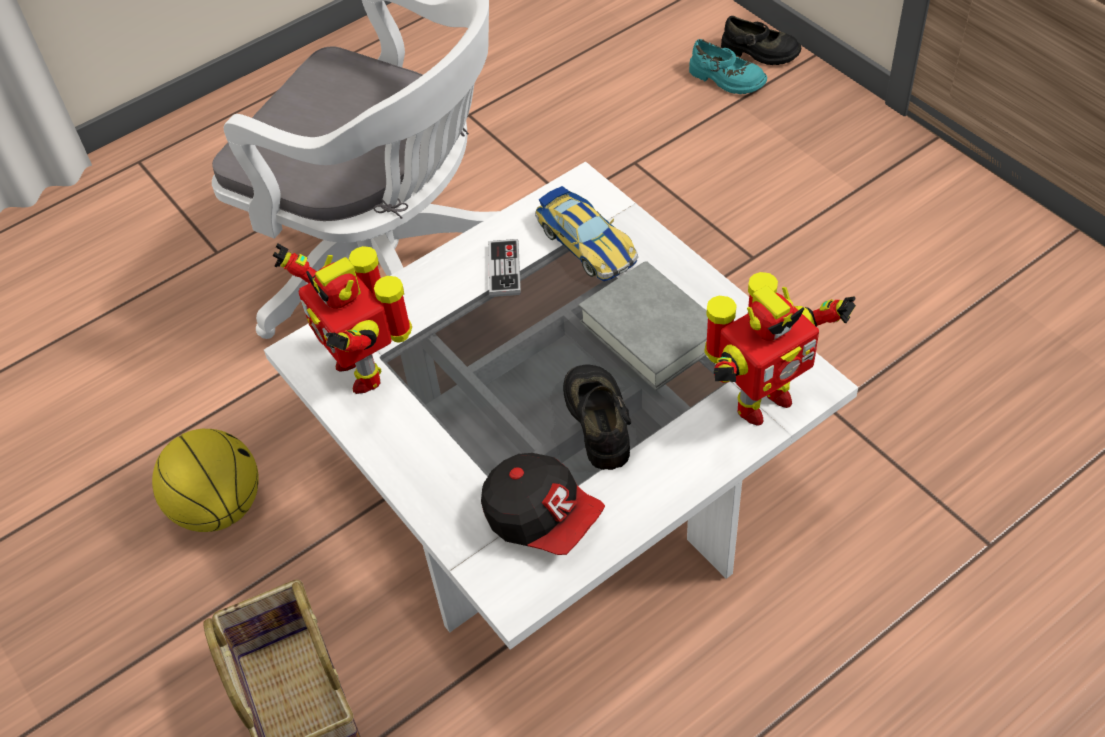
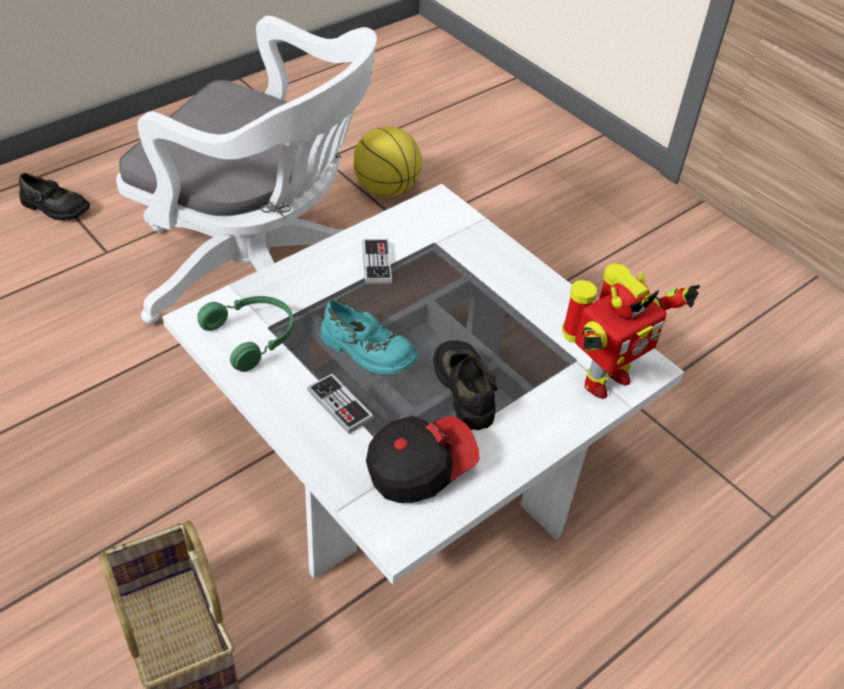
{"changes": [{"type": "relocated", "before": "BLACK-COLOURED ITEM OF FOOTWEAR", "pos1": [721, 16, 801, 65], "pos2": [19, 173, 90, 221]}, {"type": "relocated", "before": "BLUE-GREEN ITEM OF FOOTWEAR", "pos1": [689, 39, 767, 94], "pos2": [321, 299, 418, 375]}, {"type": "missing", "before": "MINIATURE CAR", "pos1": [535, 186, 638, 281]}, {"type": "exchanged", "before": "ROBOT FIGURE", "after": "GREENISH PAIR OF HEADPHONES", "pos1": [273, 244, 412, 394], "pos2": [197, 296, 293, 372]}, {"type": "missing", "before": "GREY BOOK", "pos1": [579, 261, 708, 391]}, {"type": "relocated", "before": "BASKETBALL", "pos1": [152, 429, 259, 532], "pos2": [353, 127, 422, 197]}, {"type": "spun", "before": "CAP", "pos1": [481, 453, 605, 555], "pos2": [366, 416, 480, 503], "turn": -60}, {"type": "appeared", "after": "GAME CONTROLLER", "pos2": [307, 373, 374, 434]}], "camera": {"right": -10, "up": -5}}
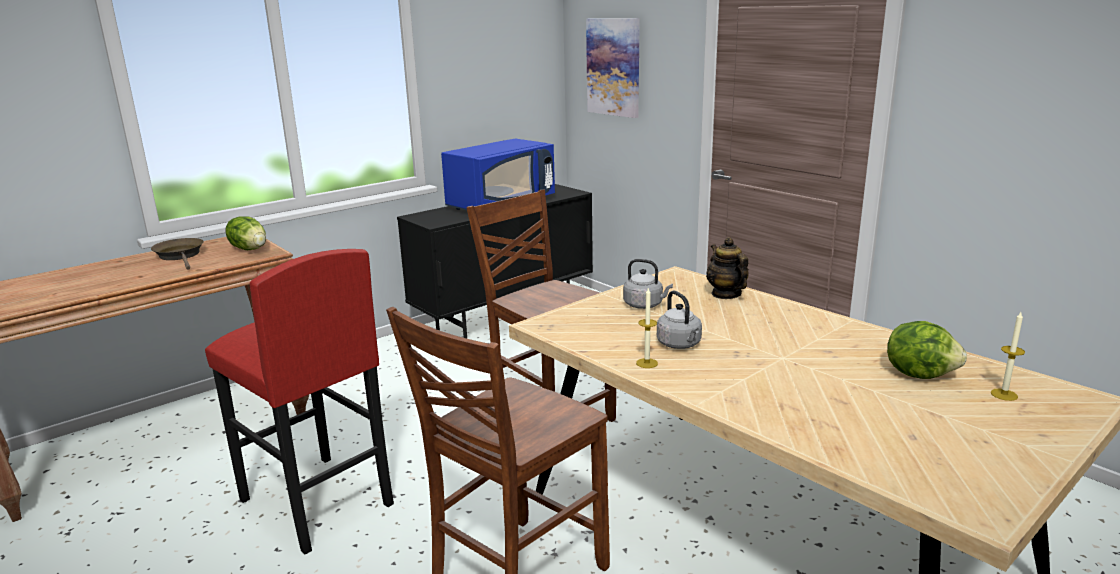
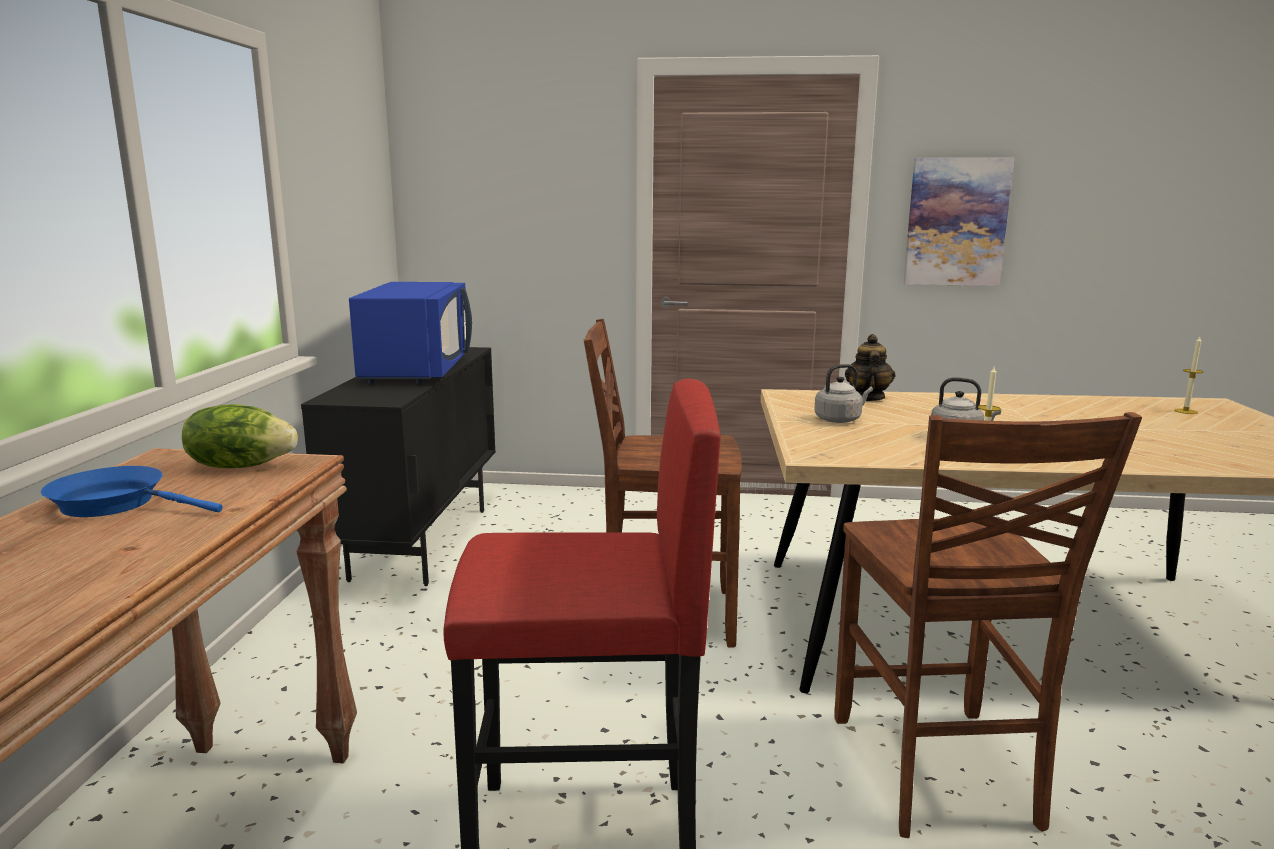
{"changes": [{"type": "relocated", "before": "WALL PICTURE", "pos1": [586, 18, 640, 118], "pos2": [903, 158, 1014, 286]}, {"type": "spun", "before": "TEAPOT", "pos1": [706, 237, 749, 299], "pos2": [845, 334, 895, 401], "turn": 75}, {"type": "colour", "before": "BROWNISH FRYING PAN", "after": "BLUE FRYING PAN", "pos1": [151, 238, 204, 270], "pos2": [41, 466, 222, 517]}, {"type": "missing", "before": "LETTUCE HEAD", "pos1": [887, 321, 967, 379]}], "camera": {"right": -45, "up": -5}}
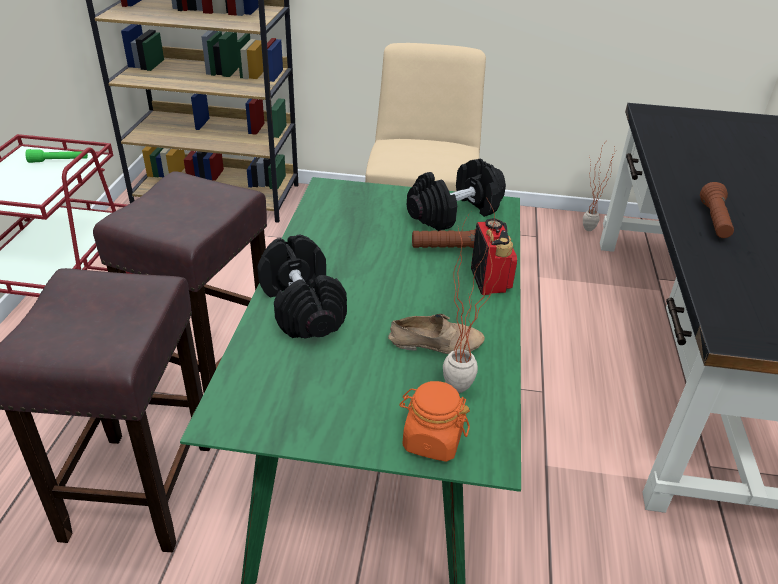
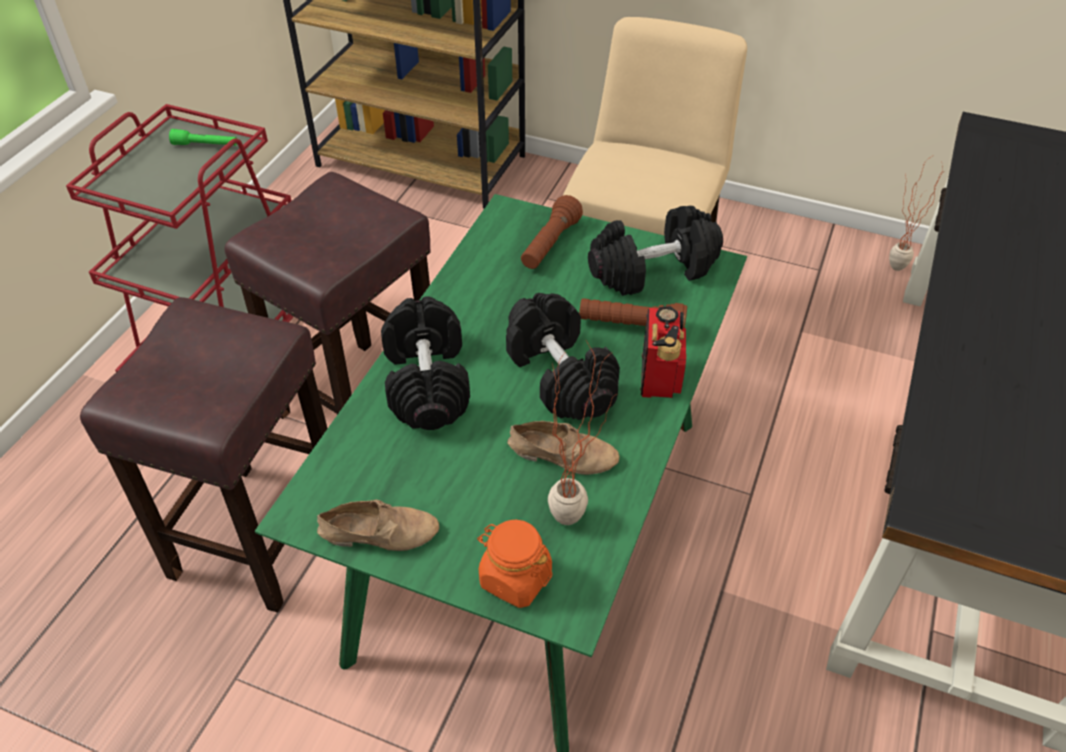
{"changes": [{"type": "relocated", "before": "BROWNISH TORCH", "pos1": [700, 182, 734, 238], "pos2": [521, 195, 583, 269]}, {"type": "appeared", "after": "BLACK-COLOURED HAND WEIGHT", "pos2": [506, 293, 620, 420]}, {"type": "appeared", "after": "BEIGE ITEM OF FOOTWEAR", "pos2": [317, 500, 439, 551]}], "camera": {"right": 15, "up": 10}}
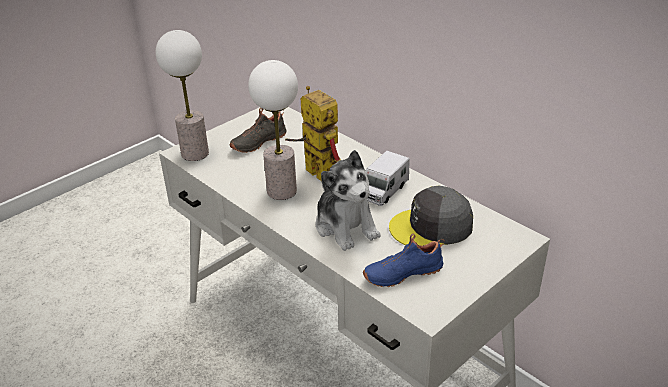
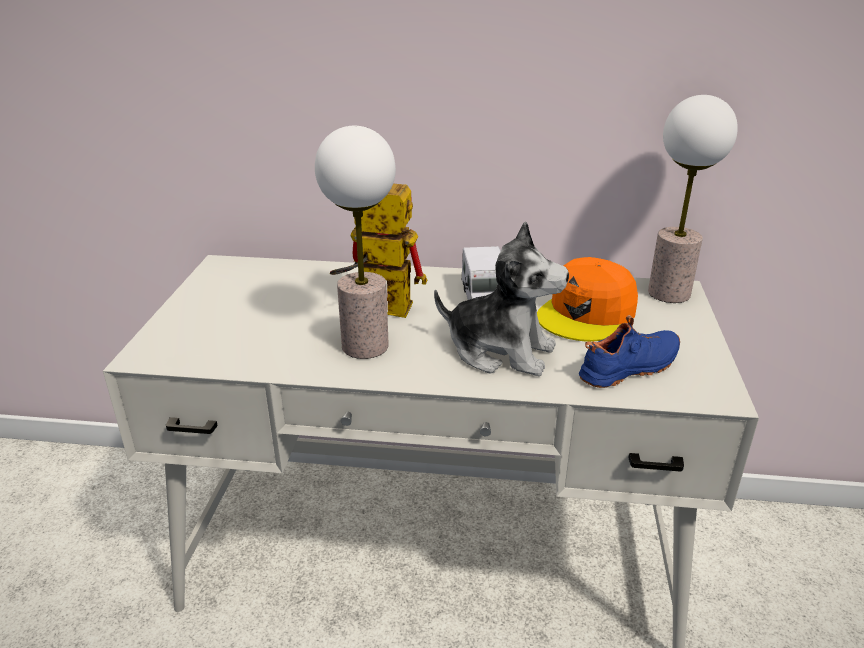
{"changes": [{"type": "relocated", "before": "TABLETOP LAMP", "pos1": [156, 30, 209, 161], "pos2": [648, 95, 738, 303]}, {"type": "missing", "before": "BLACK-COLOURED ITEM OF FOOTWEAR", "pos1": [229, 108, 286, 153]}, {"type": "colour", "before": "GREY CAP", "after": "ORANGE CAP", "pos1": [389, 186, 473, 246], "pos2": [537, 257, 638, 342]}, {"type": "spun", "before": "BLUE ITEM OF FOOTWEAR", "pos1": [363, 233, 445, 287], "pos2": [579, 315, 680, 388], "turn": -150}], "camera": {"right": -40, "up": -5}}
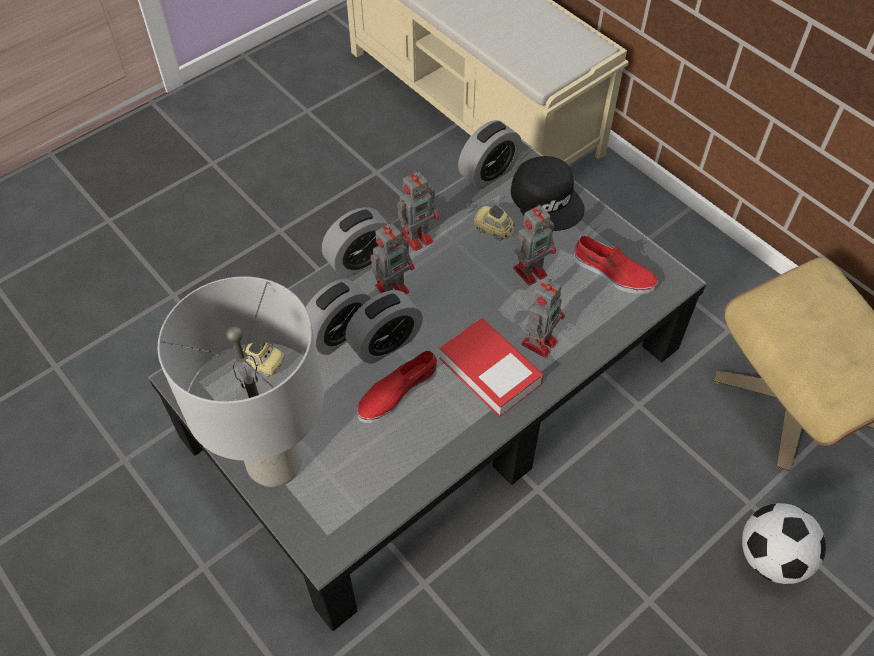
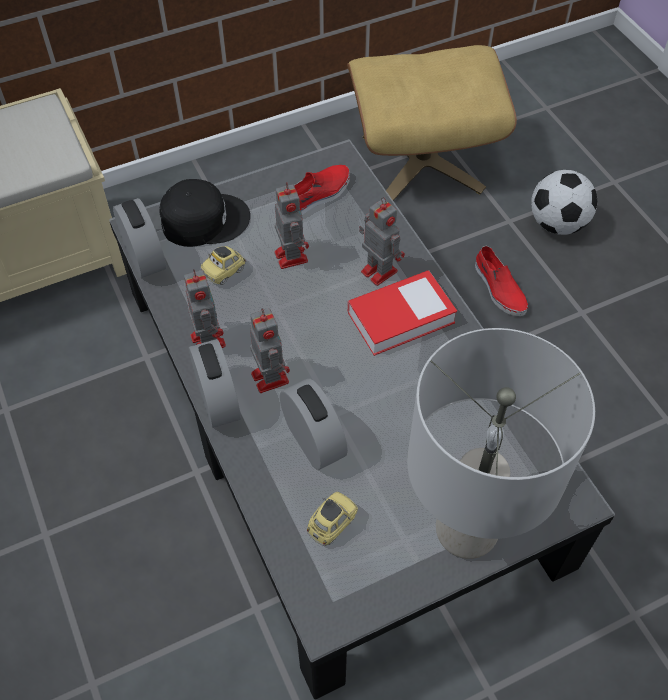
{"changes": [{"type": "missing", "before": "BEDSIDE CLOCK", "pos1": [345, 290, 423, 364]}, {"type": "relocated", "before": "REDDISH ITEM OF FOOTWEAR", "pos1": [357, 350, 437, 423], "pos2": [475, 246, 528, 316]}], "camera": {"right": -75, "up": 0}}
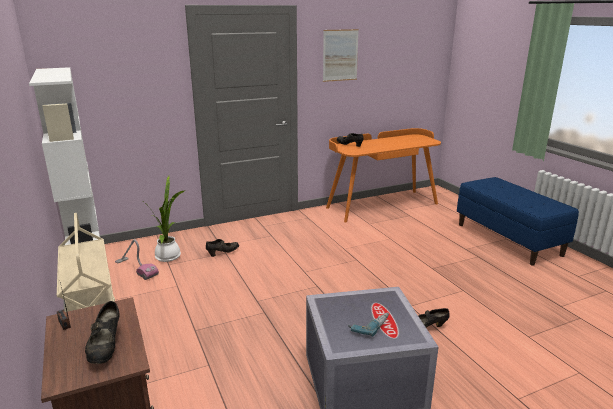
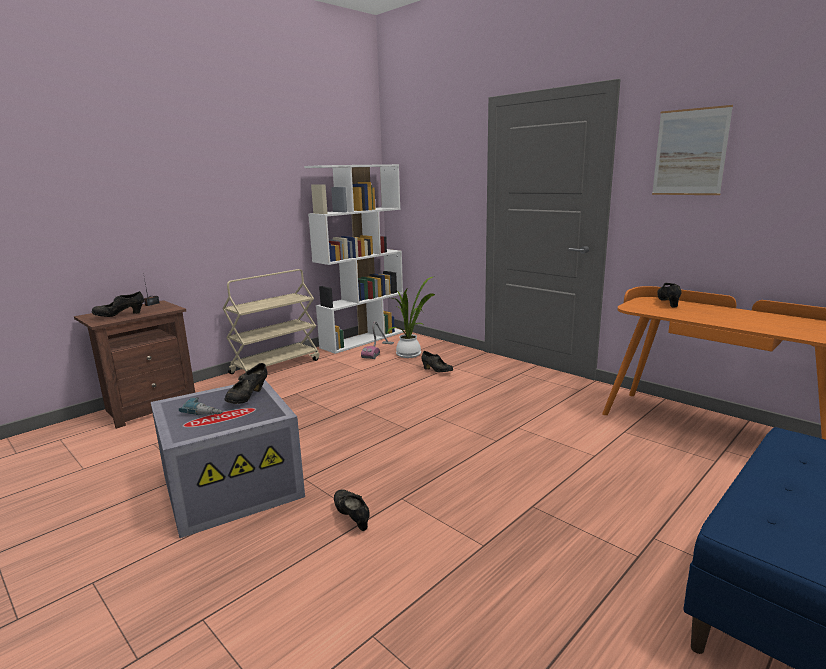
{"changes": [{"type": "appeared", "after": "BLACK-COLOURED ITEM OF FOOTWEAR", "pos2": [224, 363, 267, 404]}], "camera": {"right": 70, "up": -5}}
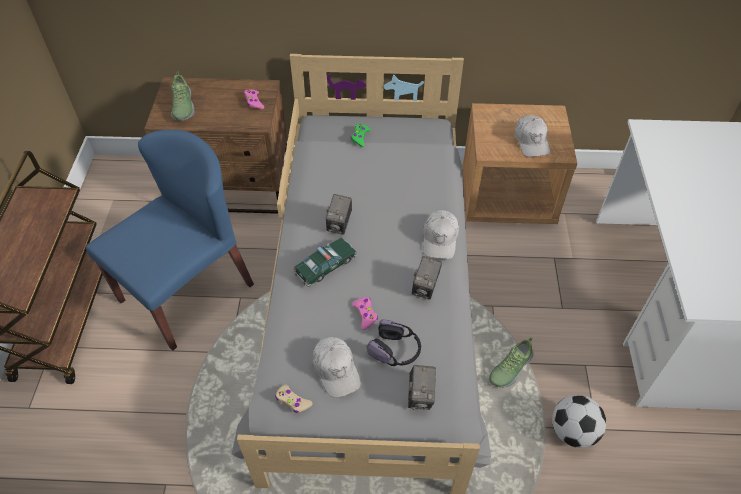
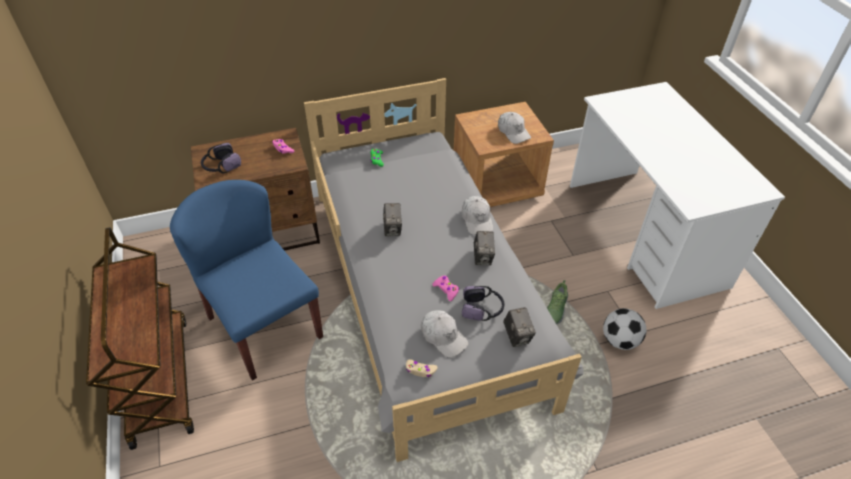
{"changes": [{"type": "exchanged", "before": "ITEM OF FOOTWEAR", "after": "PAIR OF HEADPHONES", "pos1": [171, 72, 195, 121], "pos2": [201, 143, 241, 173]}, {"type": "spun", "before": "BLUE UPRIGHT CHAIR", "pos1": [86, 129, 254, 351], "pos2": [170, 180, 323, 380], "turn": -60}, {"type": "missing", "before": "MINIATURE CAR", "pos1": [293, 237, 357, 287]}], "camera": {"right": -20, "up": -5}}
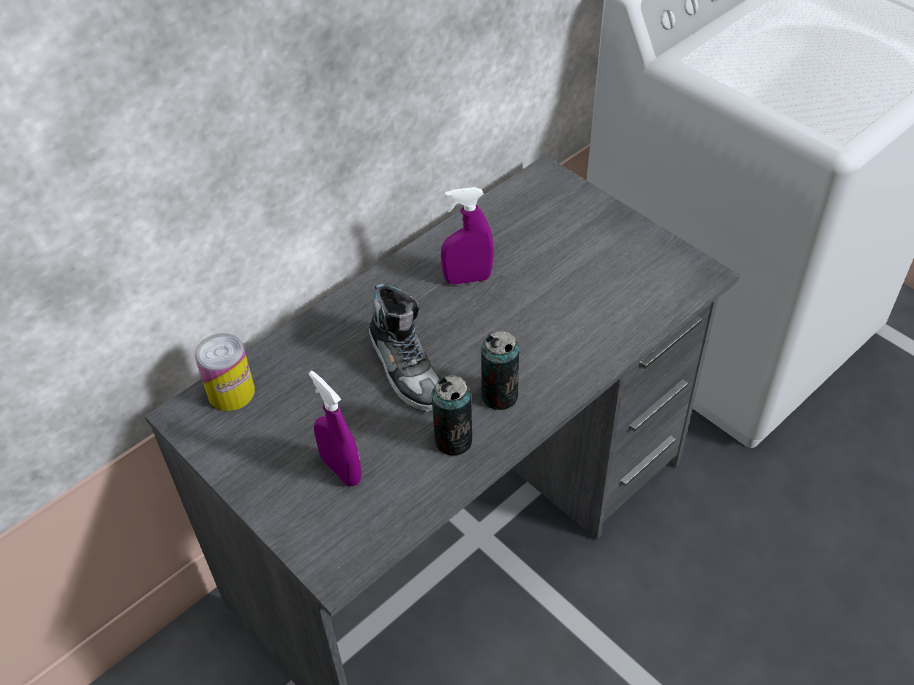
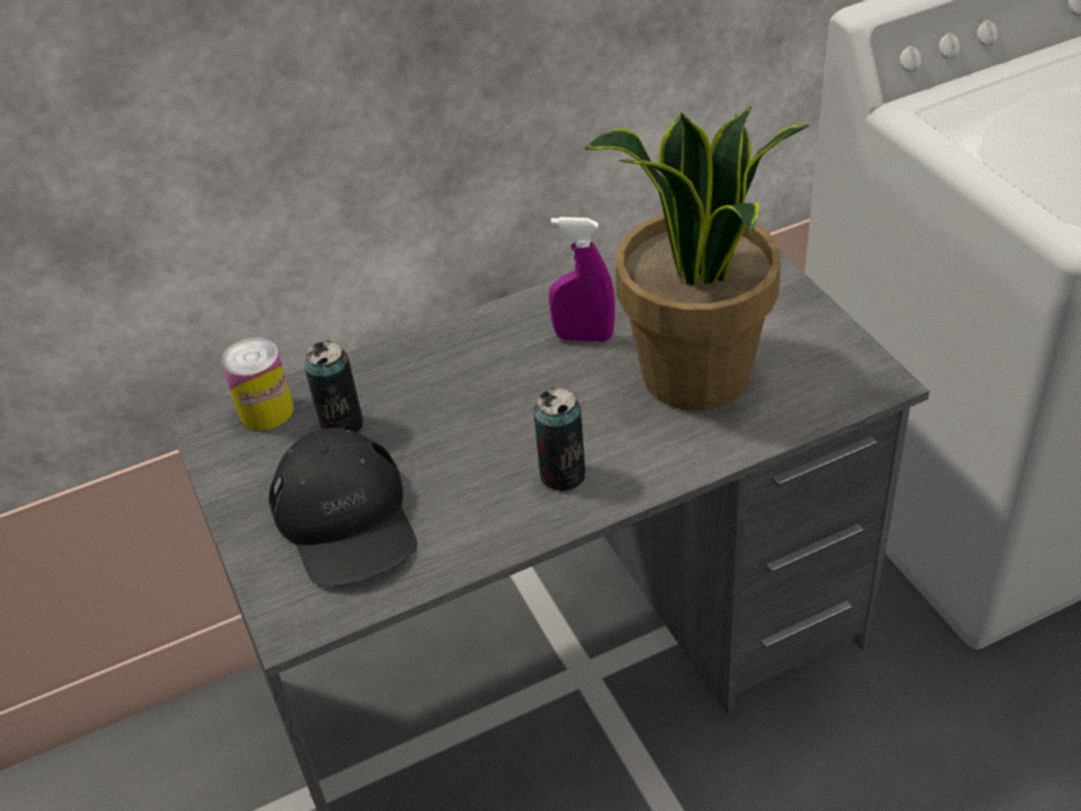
{"changes": [{"type": "missing", "before": "ITEM OF FOOTWEAR", "pos1": [369, 283, 441, 412]}, {"type": "exchanged", "before": "PURPLISH SPRAYER", "after": "BLACK-COLOURED CAP", "pos1": [309, 371, 362, 486], "pos2": [269, 428, 417, 587]}, {"type": "relocated", "before": "SEALED CAN", "pos1": [432, 375, 472, 456], "pos2": [304, 341, 363, 433]}, {"type": "appeared", "after": "POTTED PLANT", "pos2": [583, 106, 810, 411]}], "camera": {"right": 20, "up": -5}}
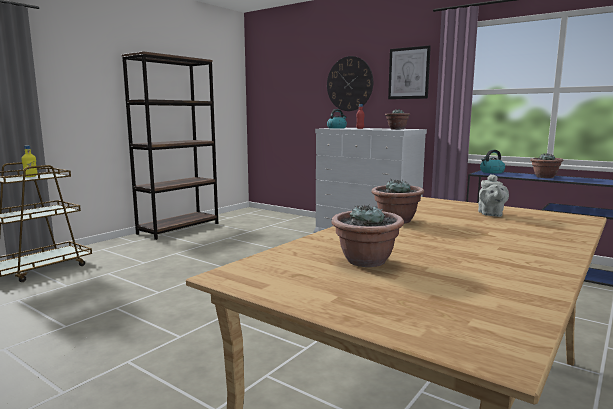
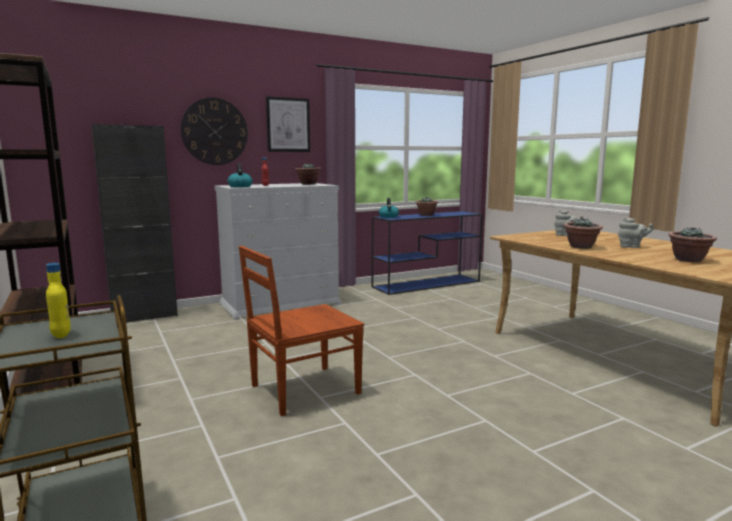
{"changes": [{"type": "appeared", "after": "BLACK-COLOURED CABINET", "pos2": [92, 124, 178, 322]}, {"type": "appeared", "after": "GREY TEAPOT", "pos2": [618, 218, 653, 248]}, {"type": "appeared", "after": "BROWNISH UPRIGHT CHAIR", "pos2": [239, 246, 364, 416]}], "camera": {"right": -65, "up": 0}}
